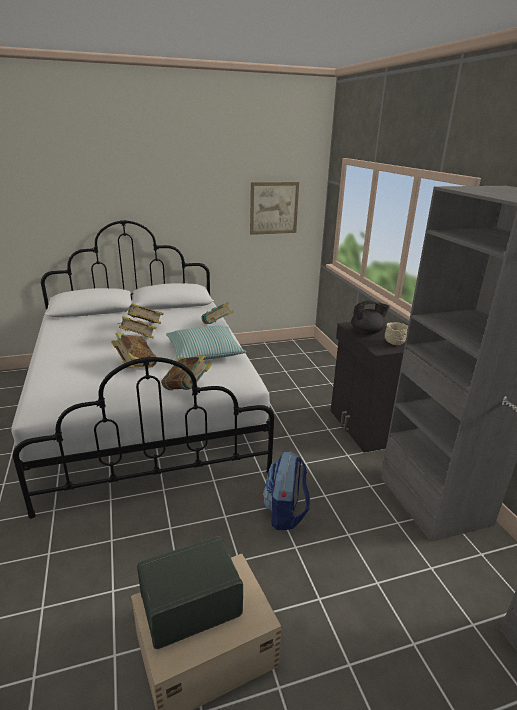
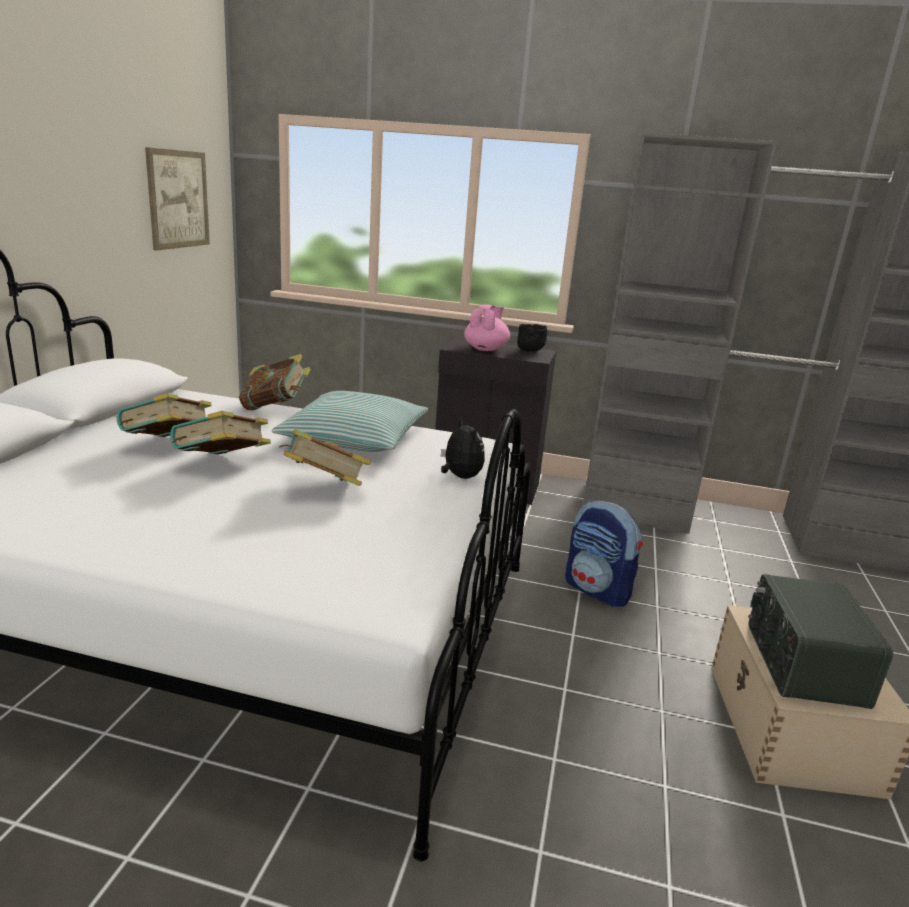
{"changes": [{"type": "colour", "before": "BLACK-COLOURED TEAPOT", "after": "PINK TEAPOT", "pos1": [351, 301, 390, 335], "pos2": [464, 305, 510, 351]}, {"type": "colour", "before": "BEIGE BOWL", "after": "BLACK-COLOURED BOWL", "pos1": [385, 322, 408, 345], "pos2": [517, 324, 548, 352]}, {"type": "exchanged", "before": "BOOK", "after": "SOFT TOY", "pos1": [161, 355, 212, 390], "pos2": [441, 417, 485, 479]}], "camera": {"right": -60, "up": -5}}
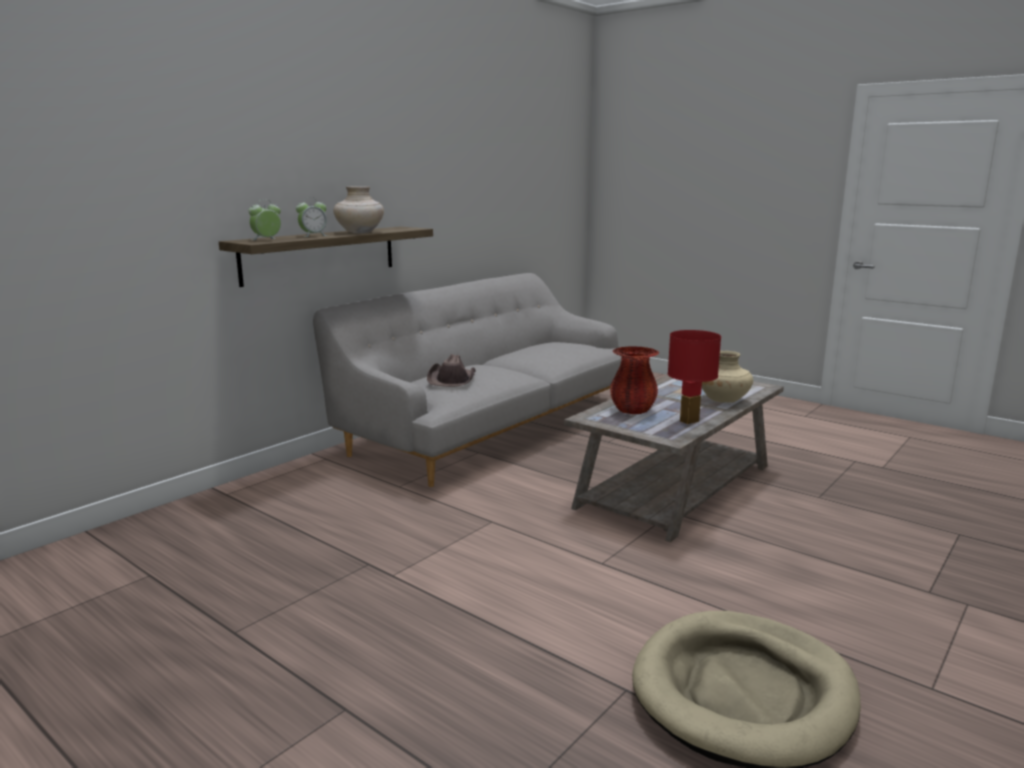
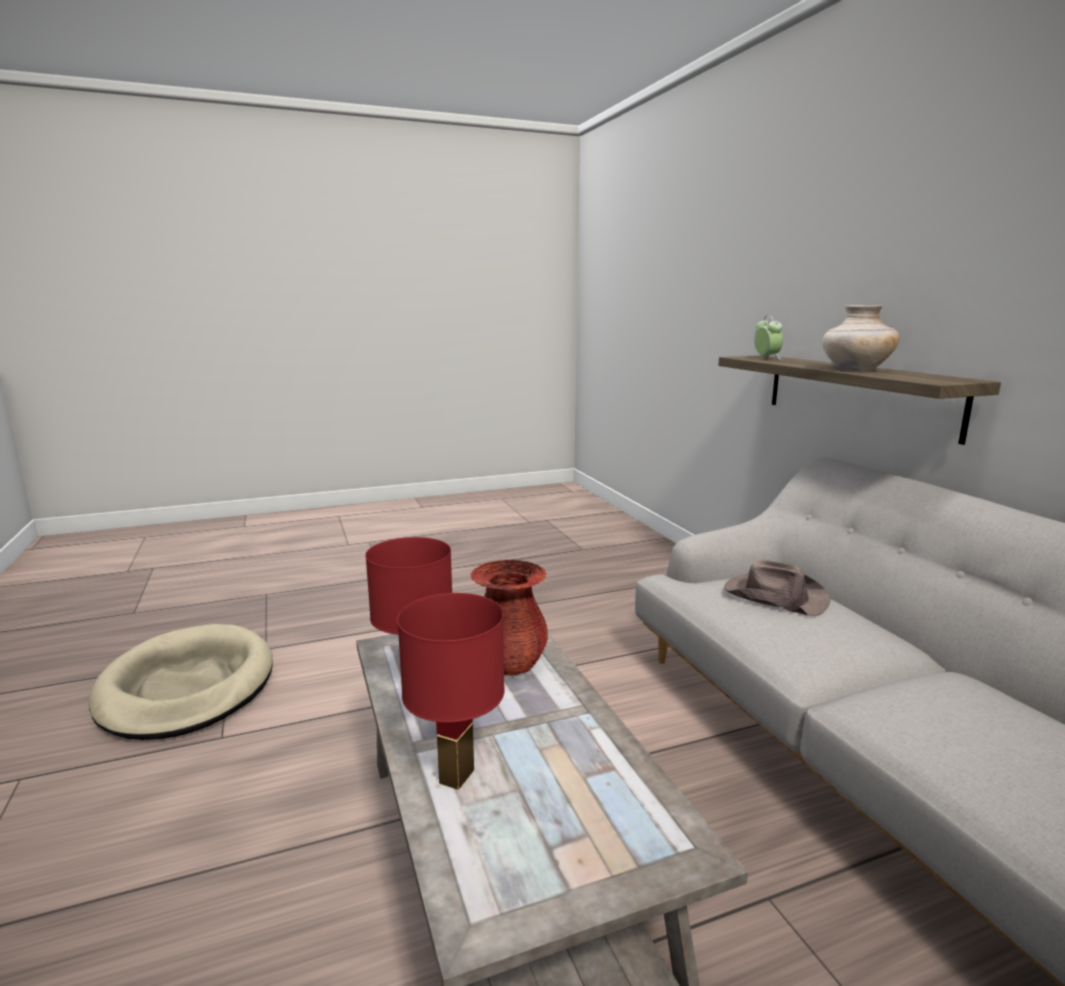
{"changes": [{"type": "missing", "before": "BEDSIDE CLOCK", "pos1": [296, 197, 328, 237]}, {"type": "exchanged", "before": "BEIGE VASE", "after": "REDDISH TABLETOP LAMP", "pos1": [702, 351, 753, 403], "pos2": [397, 593, 505, 790]}], "camera": {"right": 120, "up": 0}}
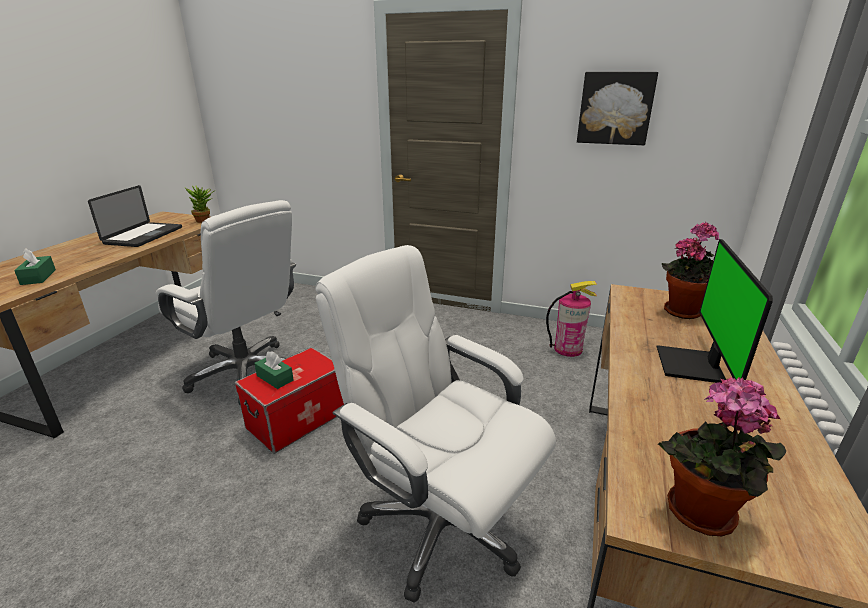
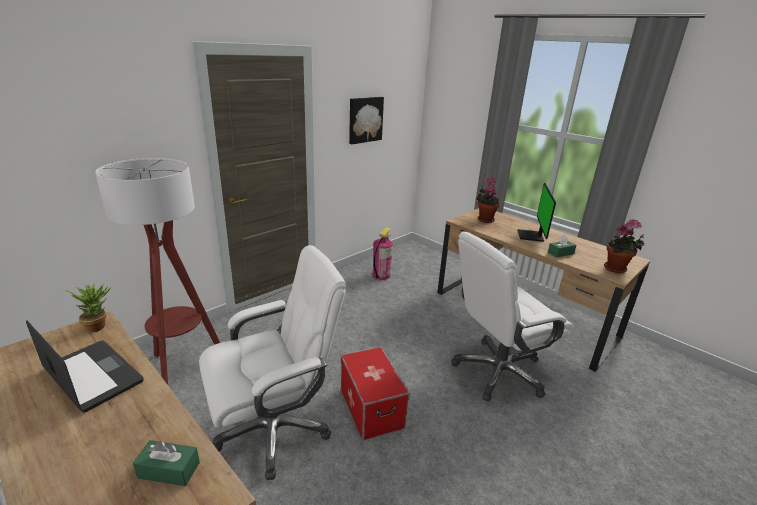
{"changes": [{"type": "spun", "before": "COMPUTER SCREEN", "pos1": [657, 239, 773, 383], "pos2": [518, 183, 556, 242], "turn": 60}, {"type": "relocated", "before": "GREENISH TISSUE BOX", "pos1": [254, 351, 294, 389], "pos2": [548, 235, 576, 257]}, {"type": "appeared", "after": "FLOOR LAMP", "pos2": [95, 158, 220, 385]}], "camera": {"right": -65, "up": 0}}
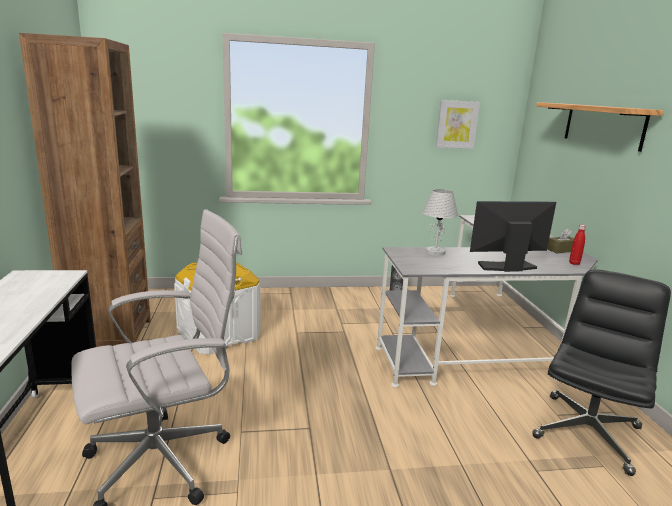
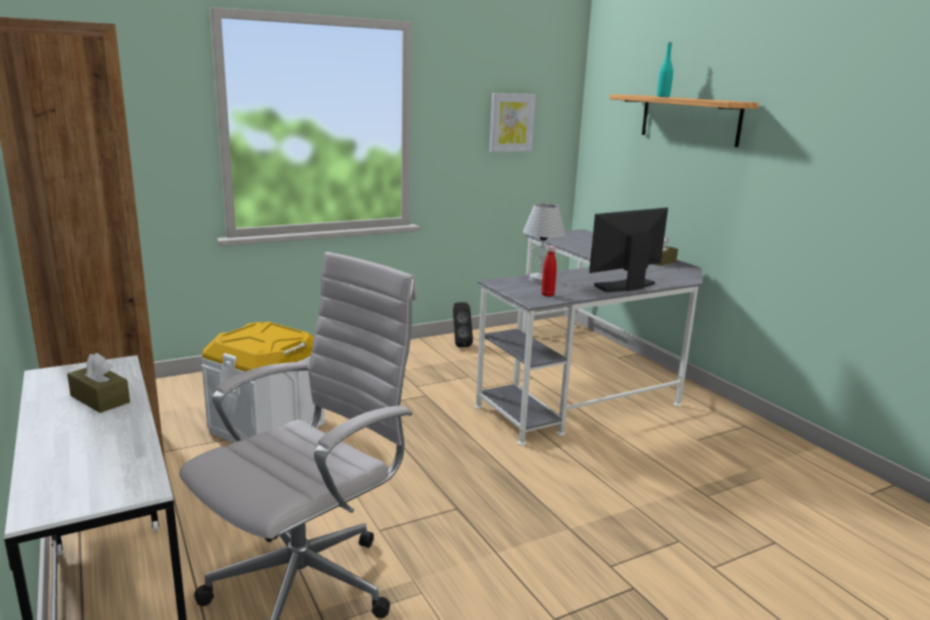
{"changes": [{"type": "relocated", "before": "REDDISH DRINK BOTTLE", "pos1": [569, 225, 586, 265], "pos2": [541, 246, 557, 297]}, {"type": "missing", "before": "BLACK-COLOURED OFFICE CHAIR", "pos1": [532, 269, 671, 476]}, {"type": "appeared", "after": "BLUE-GREEN DRINK BOTTLE", "pos2": [657, 43, 673, 97]}, {"type": "appeared", "after": "BROWNISH TISSUE BOX", "pos2": [67, 353, 130, 413]}], "camera": {"right": -20, "up": 0}}
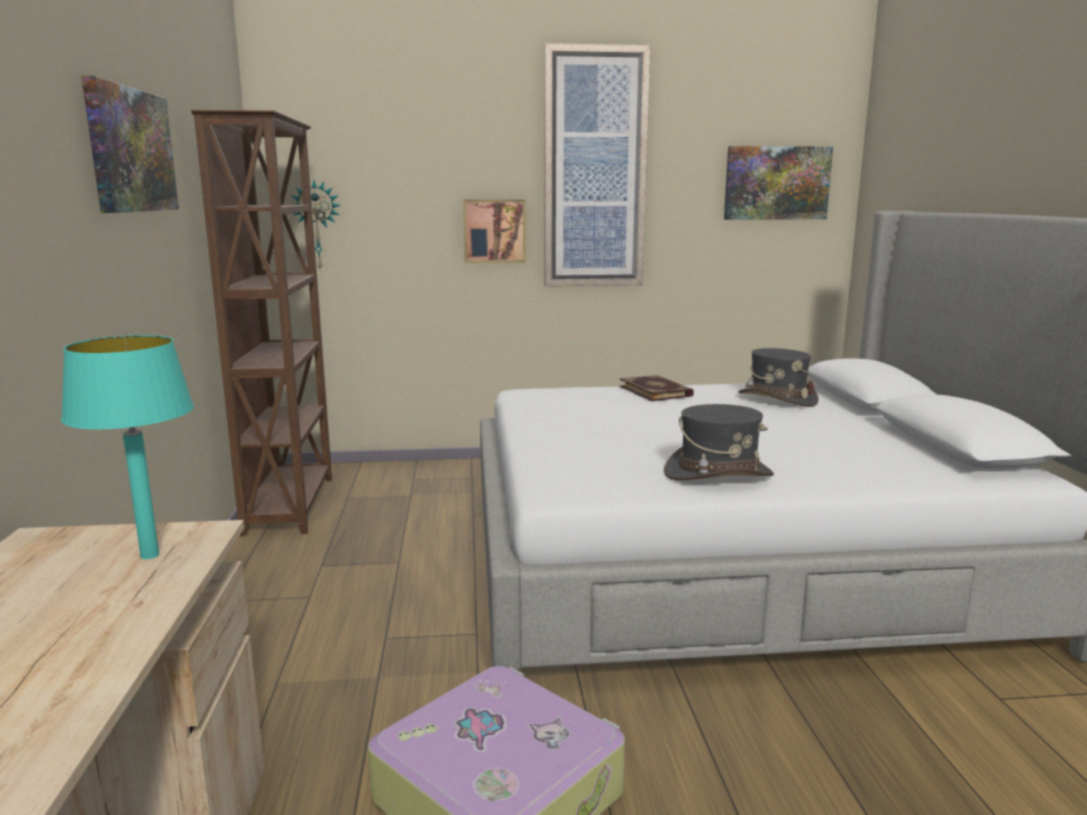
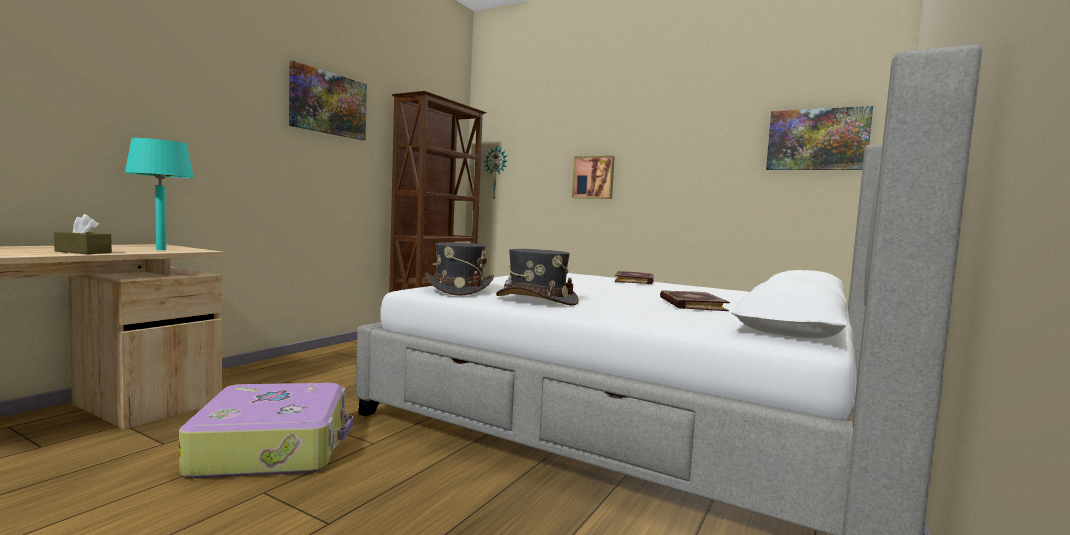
{"changes": [{"type": "missing", "before": "WALL PICTURE", "pos1": [544, 43, 651, 286]}, {"type": "relocated", "before": "GREY HAT", "pos1": [738, 348, 819, 407], "pos2": [425, 242, 494, 296]}, {"type": "appeared", "after": "BROWNISH TISSUE BOX", "pos2": [54, 214, 112, 254]}, {"type": "appeared", "after": "BOOK", "pos2": [660, 290, 730, 311]}], "camera": {"right": 35, "up": -10}}
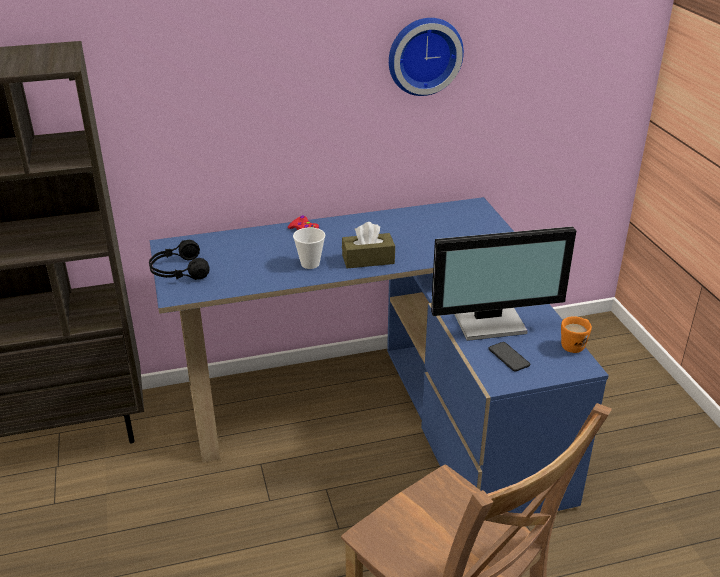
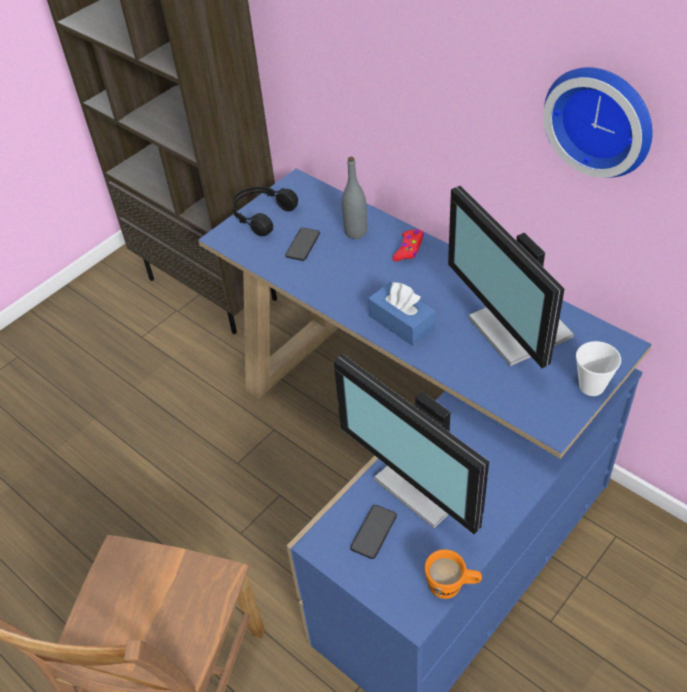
{"changes": [{"type": "colour", "before": "BROWNISH TISSUE BOX", "after": "BLUE TISSUE BOX", "pos1": [342, 222, 395, 268], "pos2": [368, 282, 435, 346]}, {"type": "relocated", "before": "CUP", "pos1": [293, 227, 326, 269], "pos2": [576, 341, 621, 396]}, {"type": "appeared", "after": "GREY DRINK BOTTLE", "pos2": [342, 157, 367, 239]}, {"type": "appeared", "after": "COMPUTER SCREEN", "pos2": [448, 186, 574, 368]}, {"type": "appeared", "after": "TELEPHONE", "pos2": [285, 228, 320, 261]}], "camera": {"right": 60, "up": 15}}
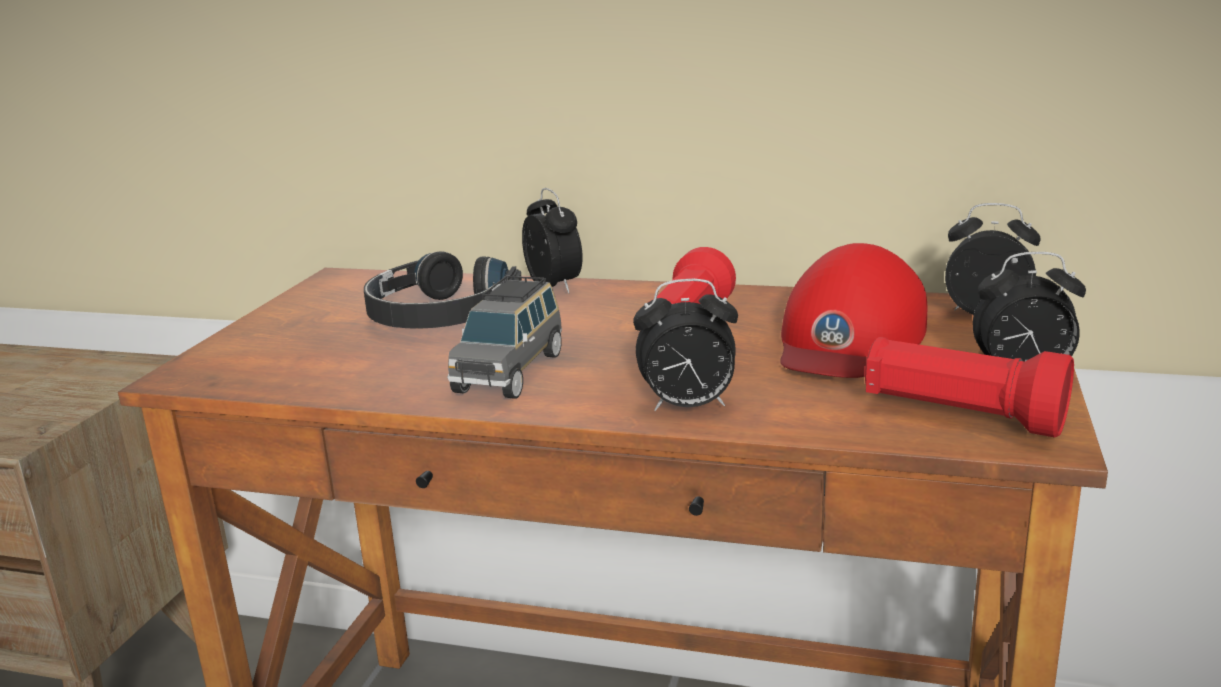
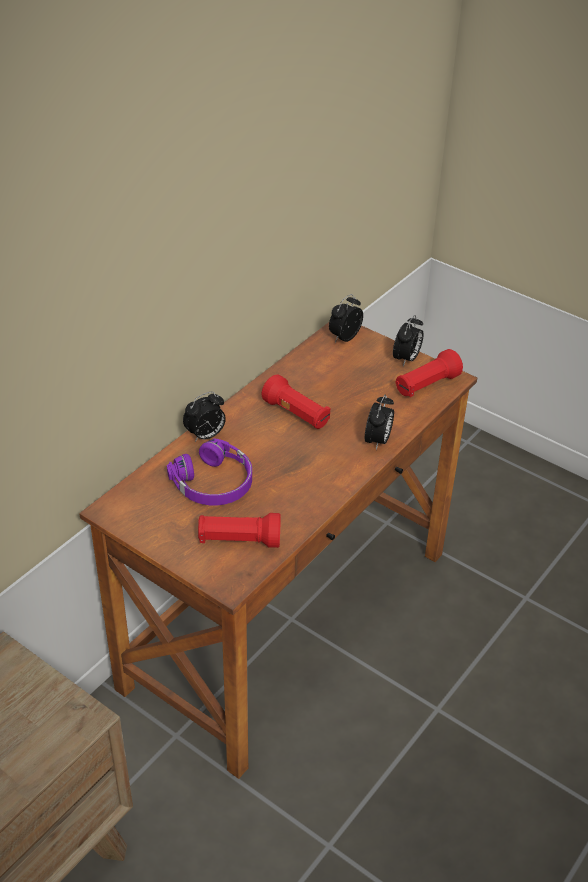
{"changes": [{"type": "spun", "before": "BEDSIDE CLOCK", "pos1": [522, 188, 583, 294], "pos2": [183, 391, 226, 442], "turn": 150}, {"type": "missing", "before": "REDDISH CAP", "pos1": [780, 243, 927, 378]}, {"type": "colour", "before": "BLACK-COLOURED PAIR OF HEADPHONES", "after": "PURPLISH PAIR OF HEADPHONES", "pos1": [364, 251, 522, 329], "pos2": [167, 438, 252, 505]}, {"type": "missing", "before": "GREY MINIATURE CAR", "pos1": [447, 276, 562, 399]}, {"type": "appeared", "after": "REDDISH TORCH", "pos2": [198, 513, 281, 548]}], "camera": {"right": -70, "up": 20}}
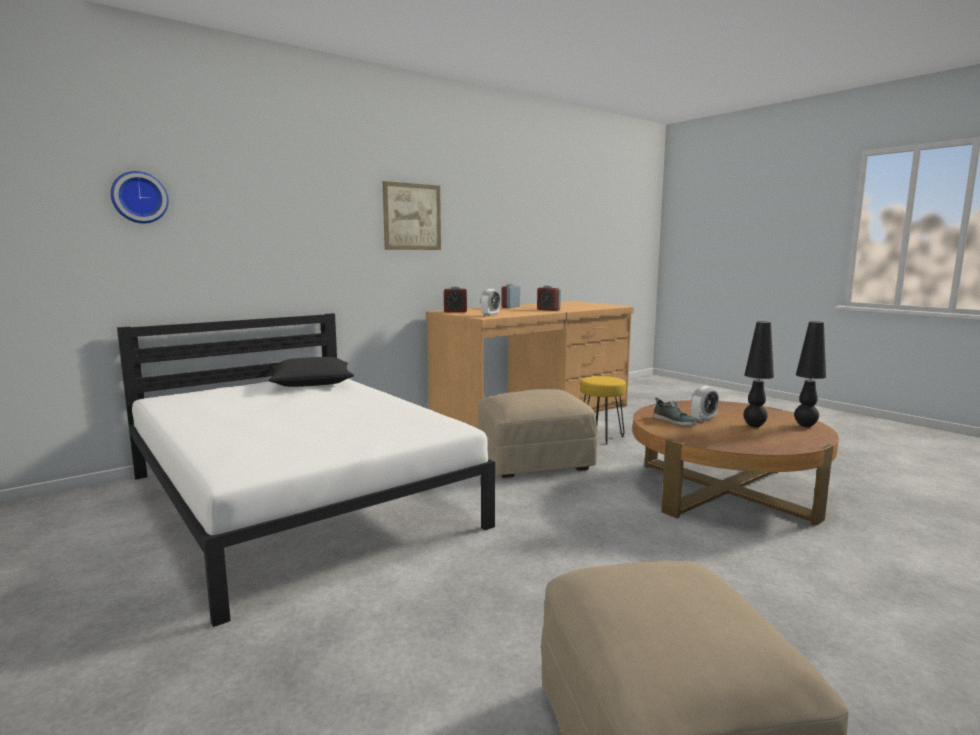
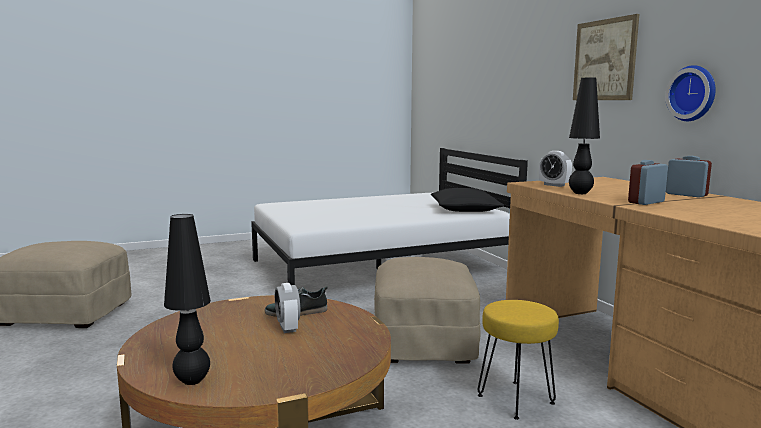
{"changes": [{"type": "relocated", "before": "WALL CLOCK", "pos1": [110, 171, 168, 223], "pos2": [665, 65, 716, 121]}, {"type": "missing", "before": "BEDSIDE CLOCK", "pos1": [444, 286, 467, 312]}, {"type": "relocated", "before": "BLACK-COLOURED TABLETOP LAMP", "pos1": [743, 321, 774, 427], "pos2": [569, 78, 600, 194]}], "camera": {"right": 105, "up": 0}}
